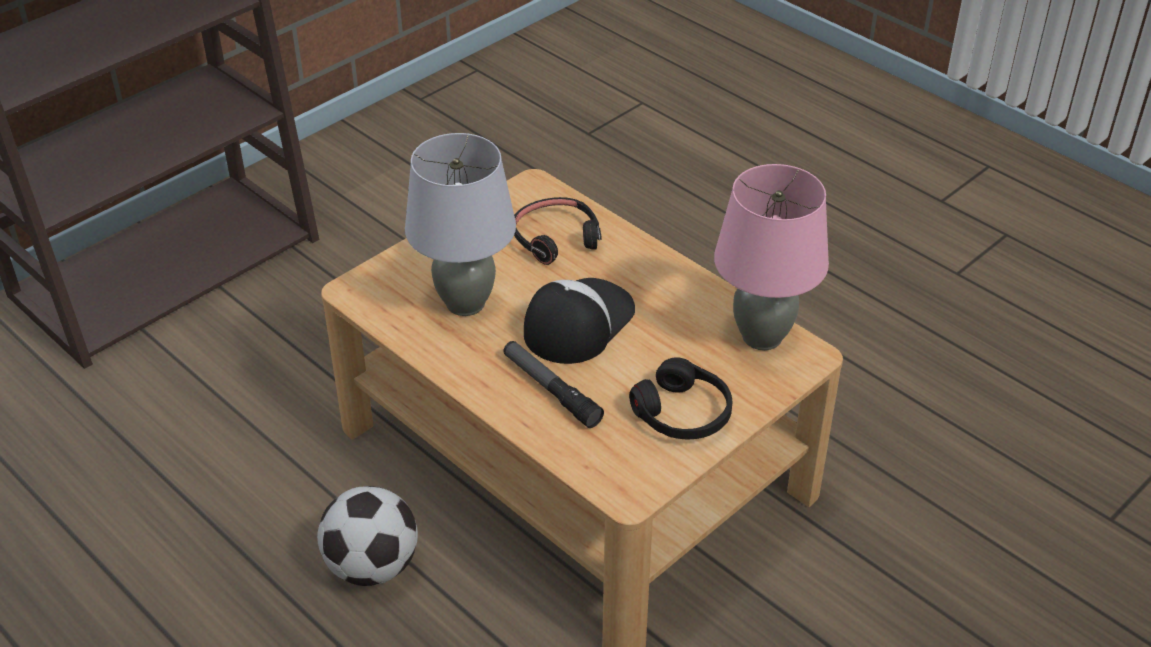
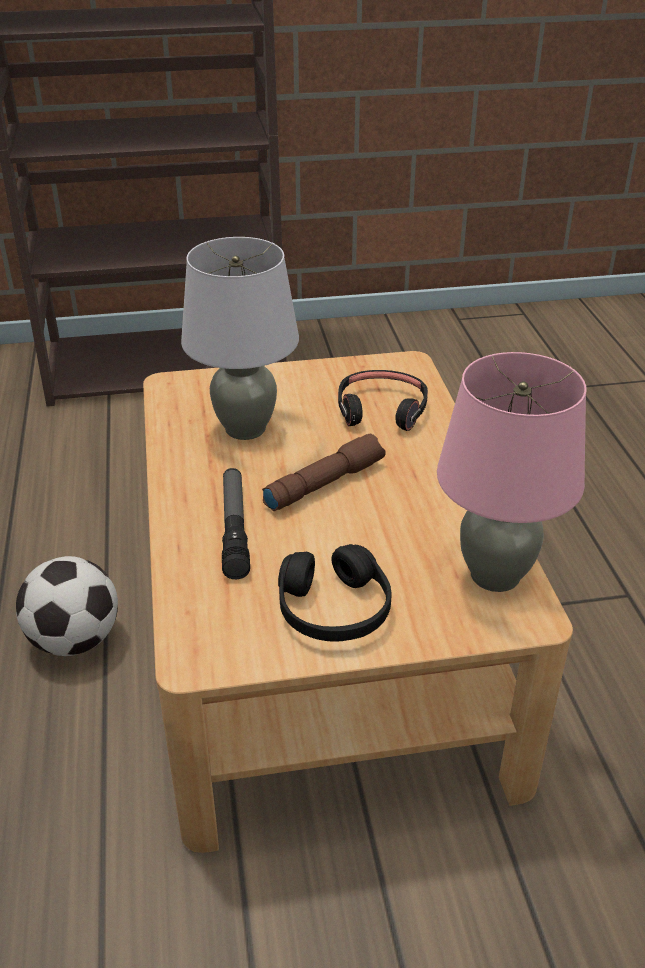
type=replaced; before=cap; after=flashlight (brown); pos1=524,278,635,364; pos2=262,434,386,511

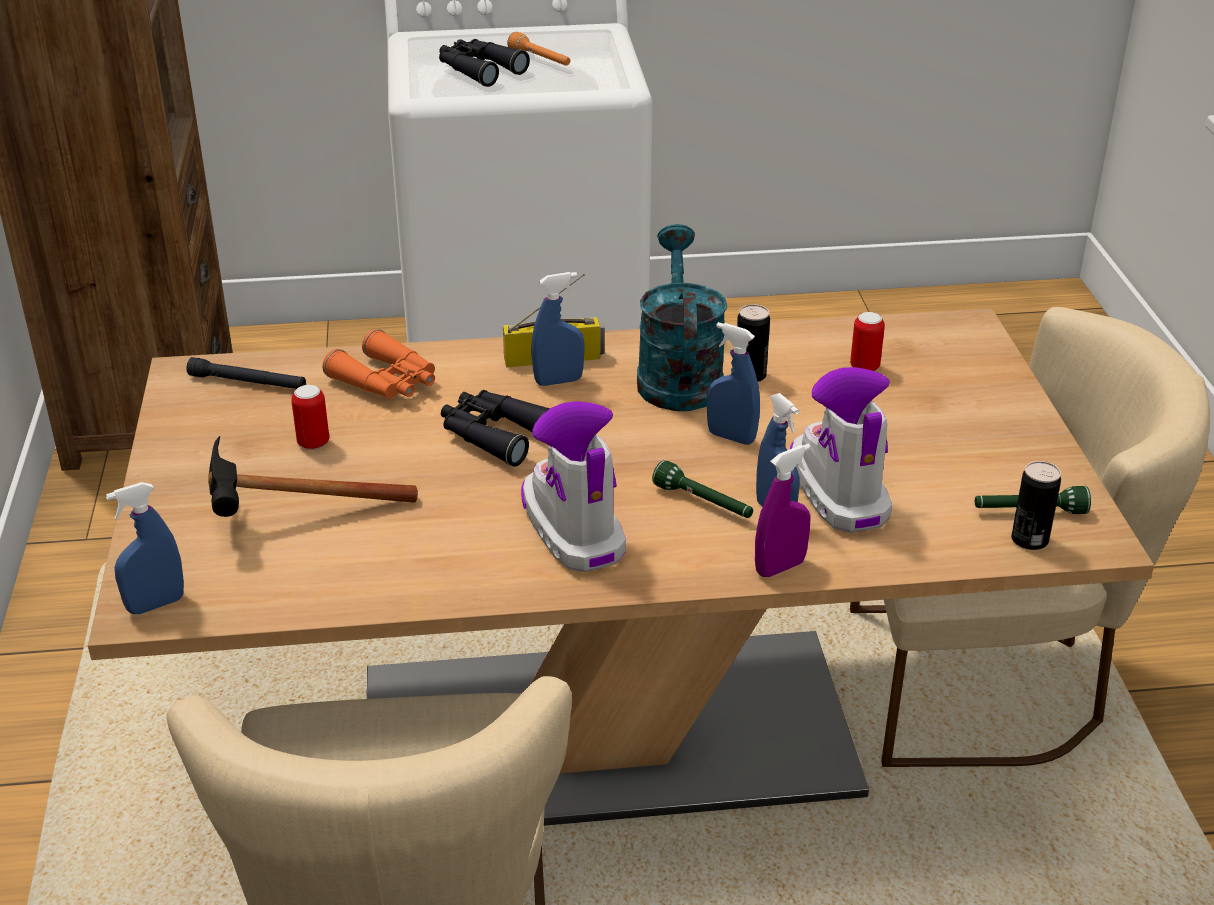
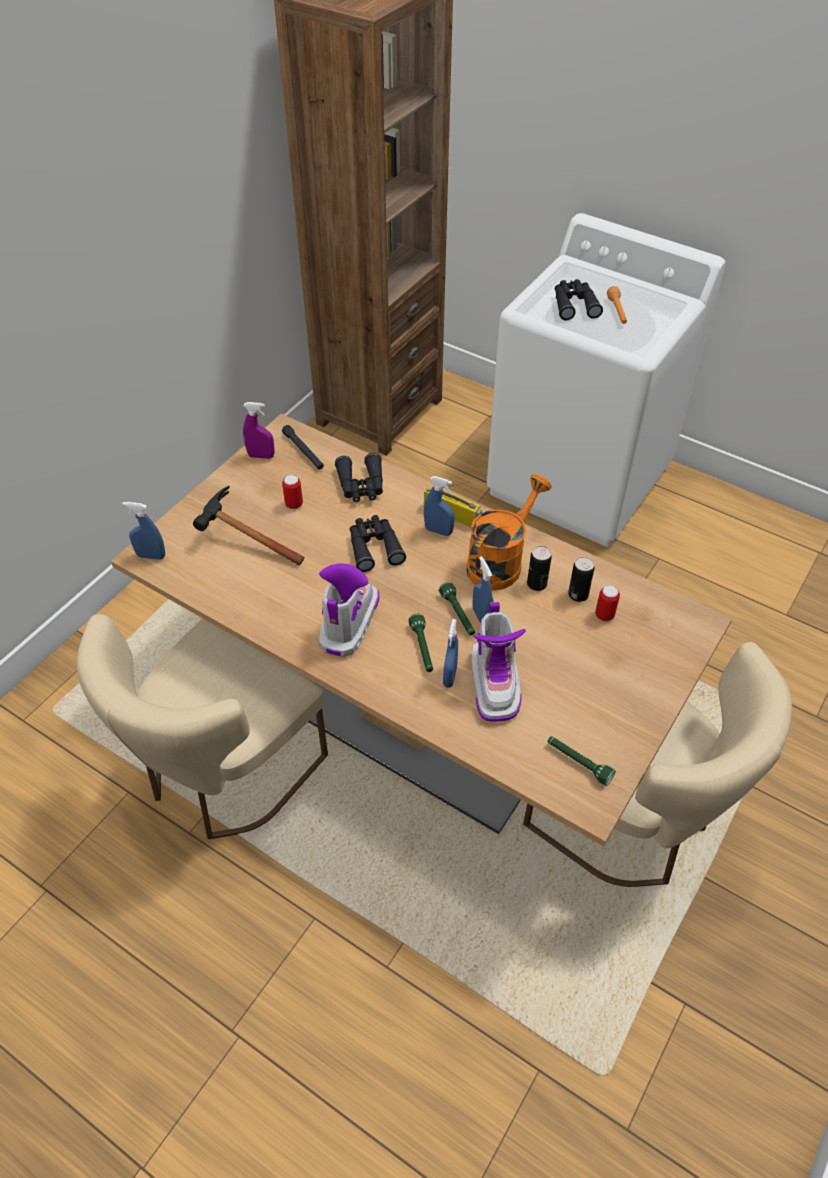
type=recoloured; before=binoculars (orange); after=binoculars (black); pos1=323,329,435,399; pos2=335,453,383,502
type=recoloured; before=watering can (turquoise); after=watering can (orange); pos1=637,224,727,411; pos2=466,474,552,590
type=moved; before=spray bottle (purple); pos1=755,444,811,577; pos2=243,402,274,459
type=turned; before=boot; pos1=790,367,892,533; pos2=471,602,526,722; turn=150
type=moved; before=can; pos1=1011,461,1061,550; pos2=568,556,595,602
type=added; after=flashlight (green); pos2=439,582,475,635

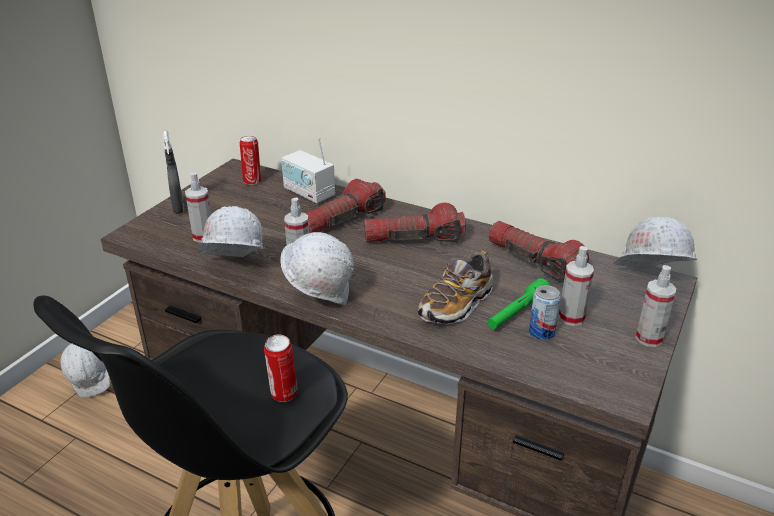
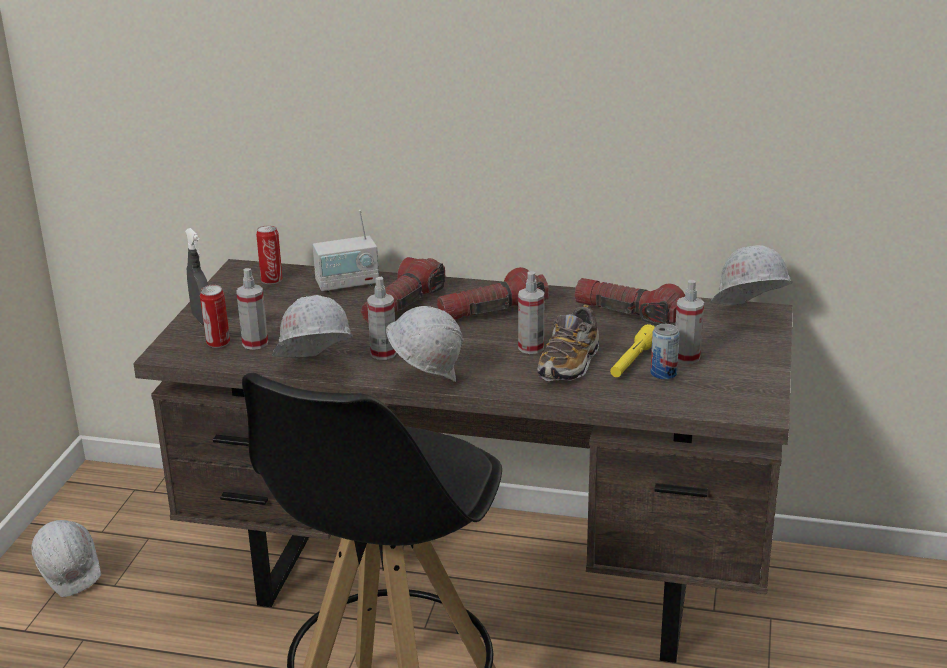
type=moved; before=can; pos1=264,335,298,402; pos2=200,285,230,348
type=turned; before=radio; pos1=281,138,335,204; pos2=313,210,379,292; turn=-45
type=recoloured; before=flashlight (green); after=flashlight (yellow); pos1=488,278,550,329; pos2=610,324,655,377
type=moved; before=spray bottle; pos1=635,265,676,347; pos2=518,271,545,354

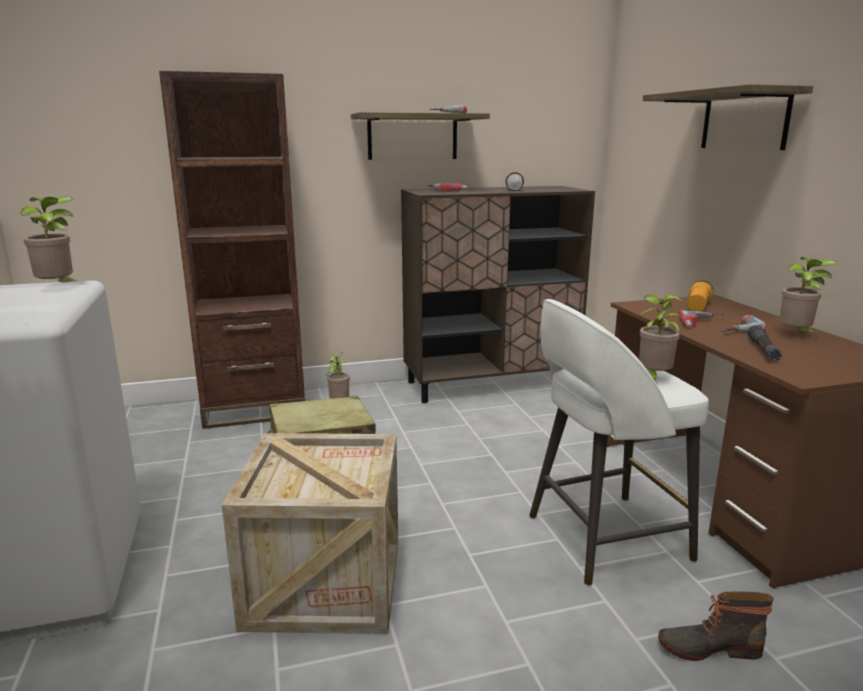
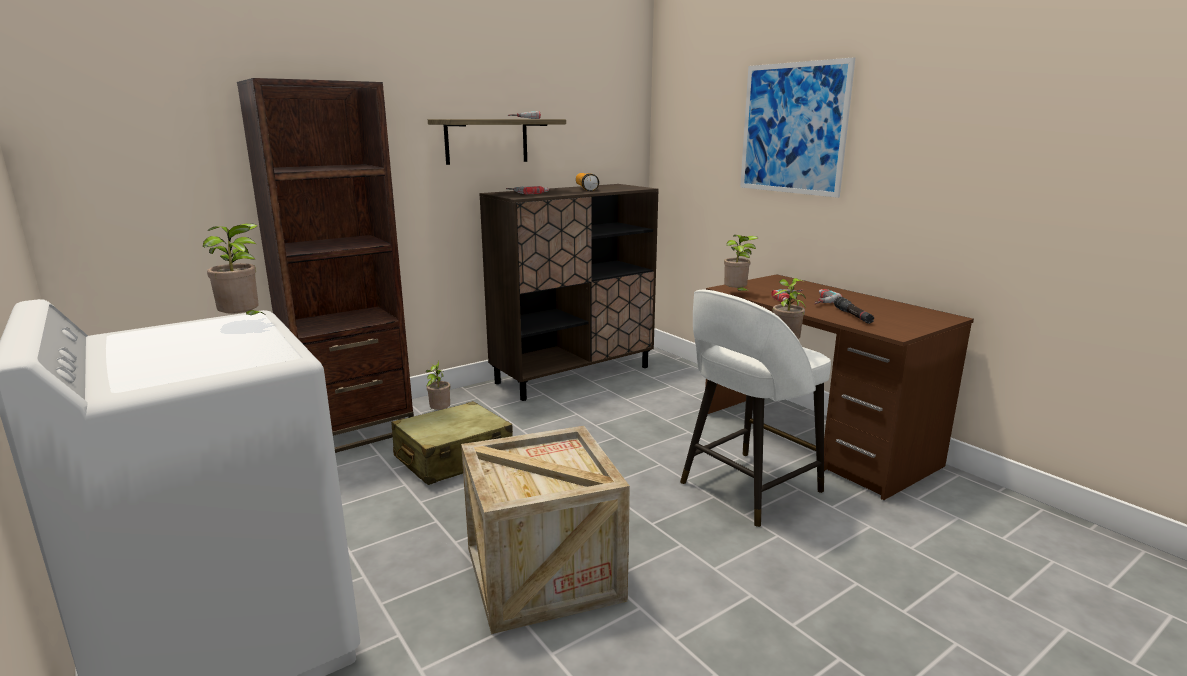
type=replaced; before=shelf; after=picture; pos1=643,84,813,150; pos2=740,57,855,198
type=removed; before=boot; pos1=658,592,774,661
type=removed; before=flashlight; pos1=687,280,713,311
type=moved; before=potted plant; pos1=779,257,837,338; pos2=724,235,758,293

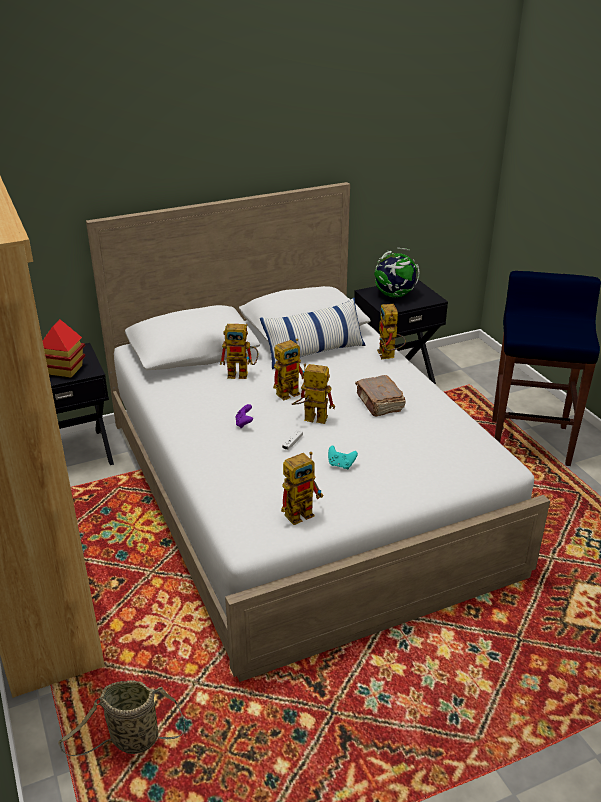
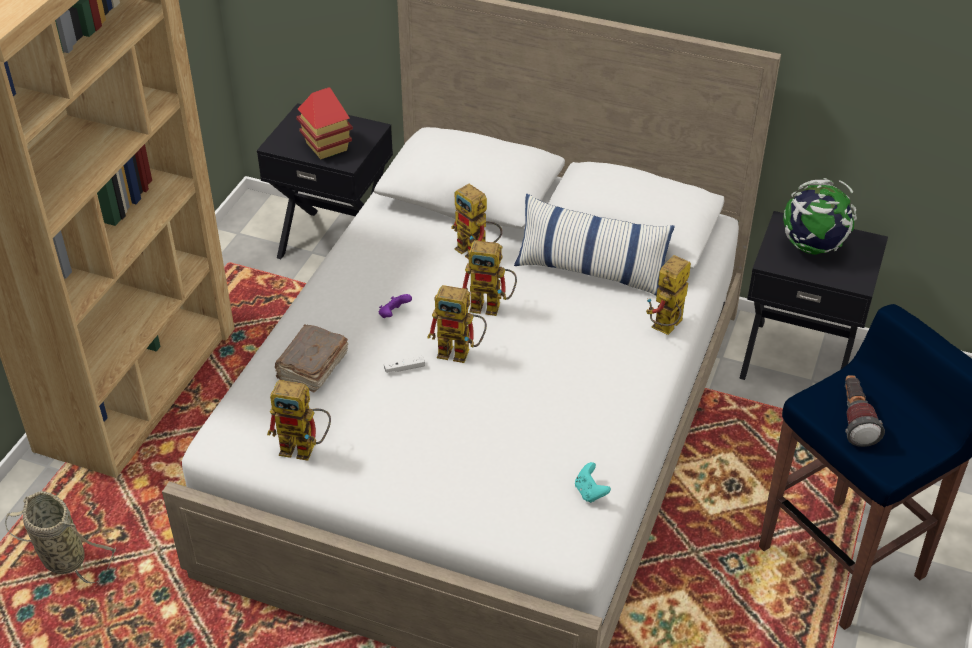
type=turned; before=toy robot; pos1=291,364,335,424; pos2=427,285,487,363; turn=135
type=moved; before=game controller (turquoise); pos1=328,445,358,469; pos2=575,462,611,503
type=moved; before=book (brown); pos1=355,375,406,416; pos2=275,324,348,392
type=added; after=flashlight; pos2=845,375,885,447

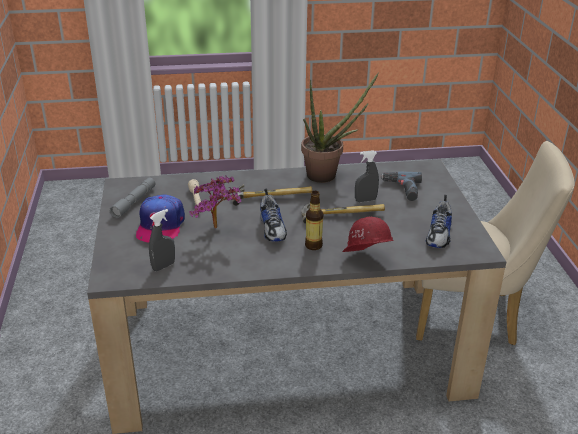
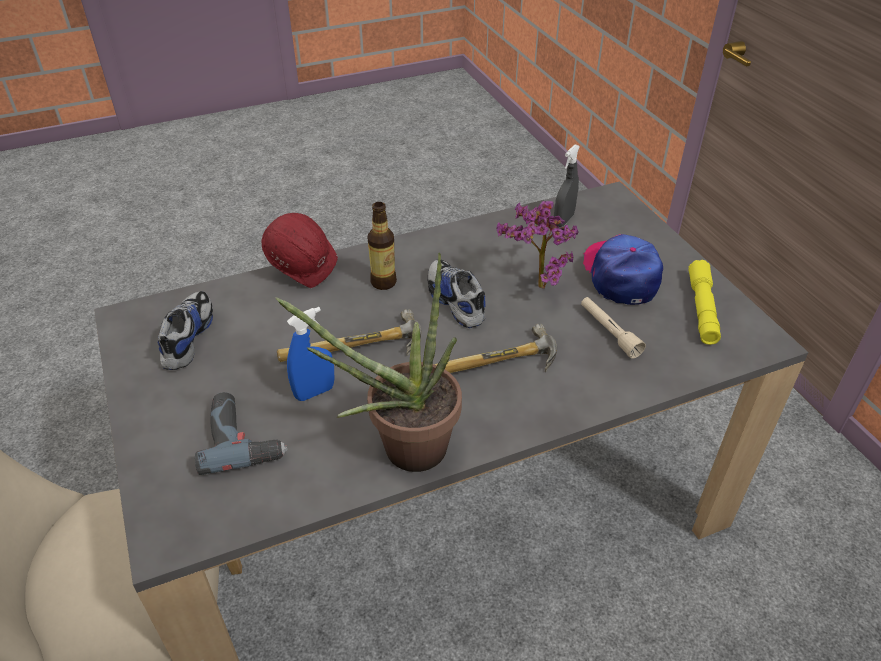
type=recoloured; before=flashlight (grey); after=flashlight (yellow); pos1=110,178,156,218; pos2=689,260,721,345
type=recoloured; before=spray bottle (grey); after=spray bottle (blue); pos1=355,150,379,202; pos2=287,307,334,401

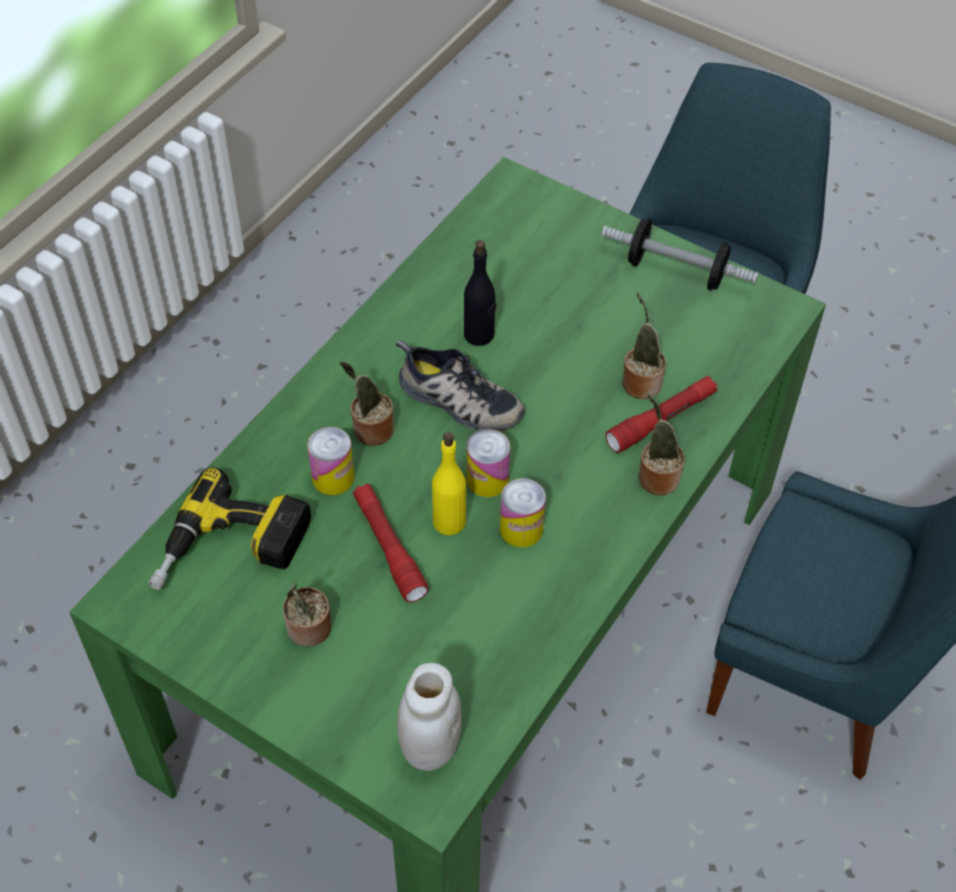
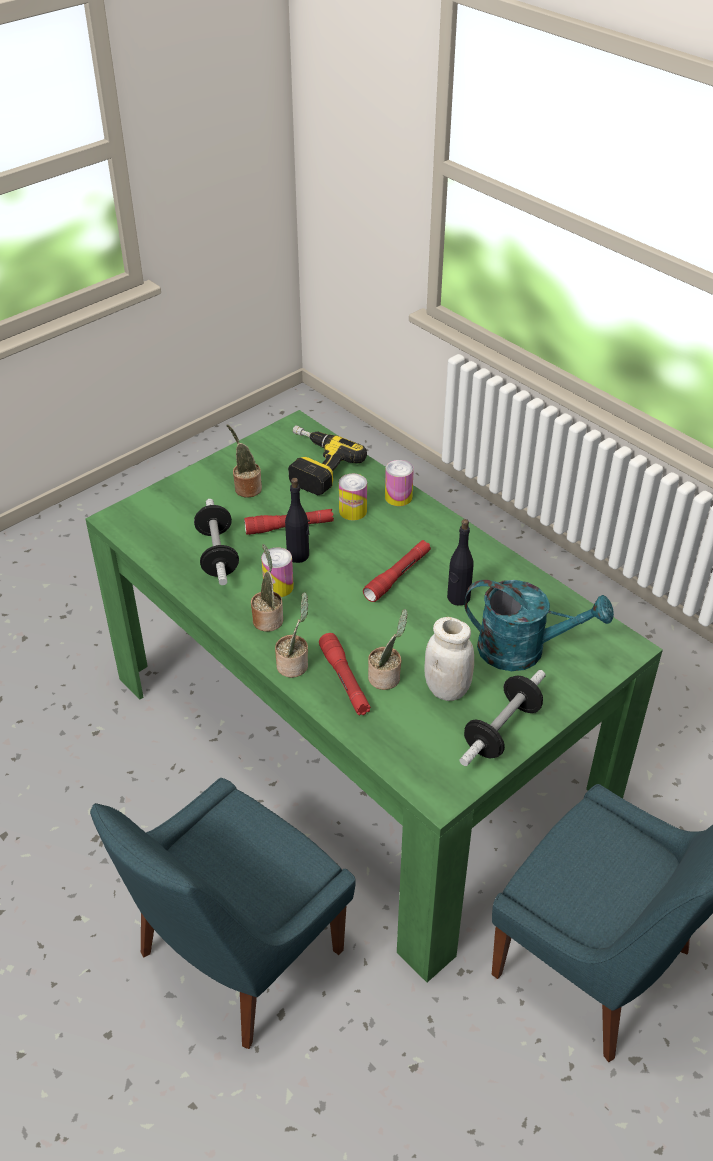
type=moved; before=potted plant; pos1=340,361,394,446; pos2=251,544,283,632
type=replaced; before=shoe; after=flashlight (red); pos1=395,340,525,432; pos2=363,540,431,602
type=moved; before=jar (white); pos1=397,663,462,771; pos2=424,617,474,701
type=recoloured; before=bottle (yellow); after=bottle (black); pos1=432,432,466,535; pos2=285,478,309,563
type=moved; before=can; pos1=467,429,510,497; pos2=385,460,414,506
type=added; after=dumbbell; pos2=194,499,239,585
type=added; after=watering can (turquoise); pos2=464,580,614,671

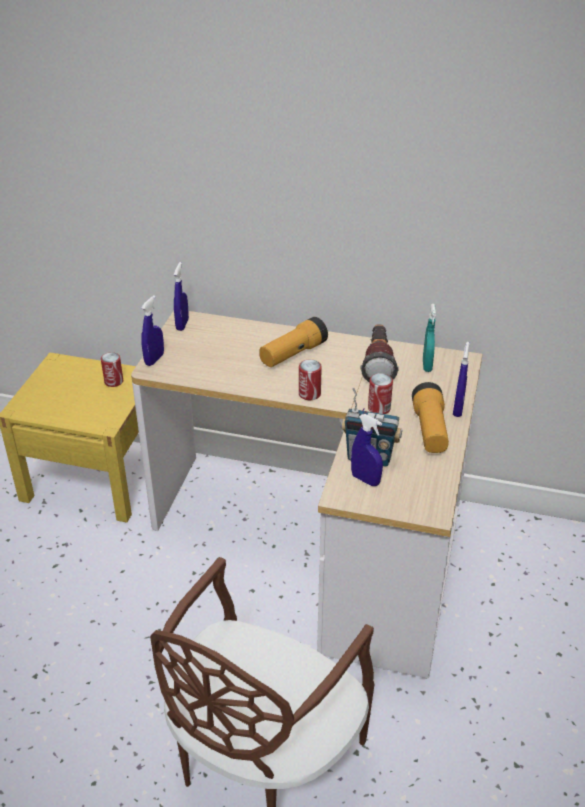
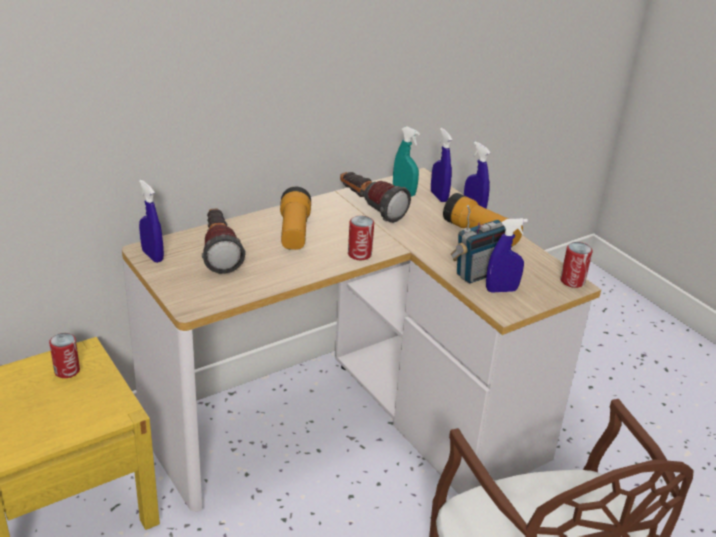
type=moved; before=spray bottle (blue); pos1=141,295,164,366; pos2=431,128,452,202
type=moved; before=can; pos1=368,373,393,414; pos2=560,242,593,288
type=added; after=flashlight; pos2=202,209,246,274

